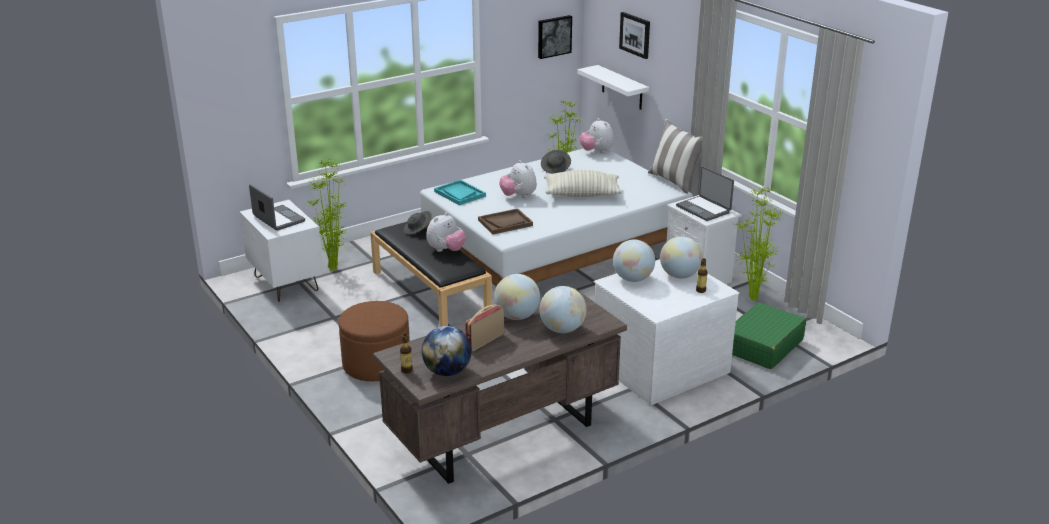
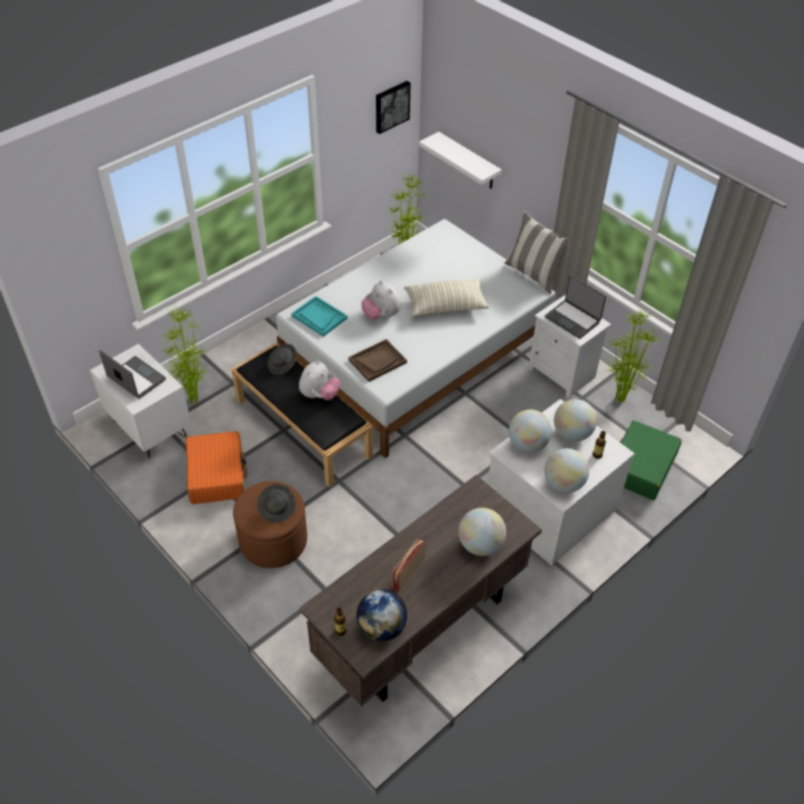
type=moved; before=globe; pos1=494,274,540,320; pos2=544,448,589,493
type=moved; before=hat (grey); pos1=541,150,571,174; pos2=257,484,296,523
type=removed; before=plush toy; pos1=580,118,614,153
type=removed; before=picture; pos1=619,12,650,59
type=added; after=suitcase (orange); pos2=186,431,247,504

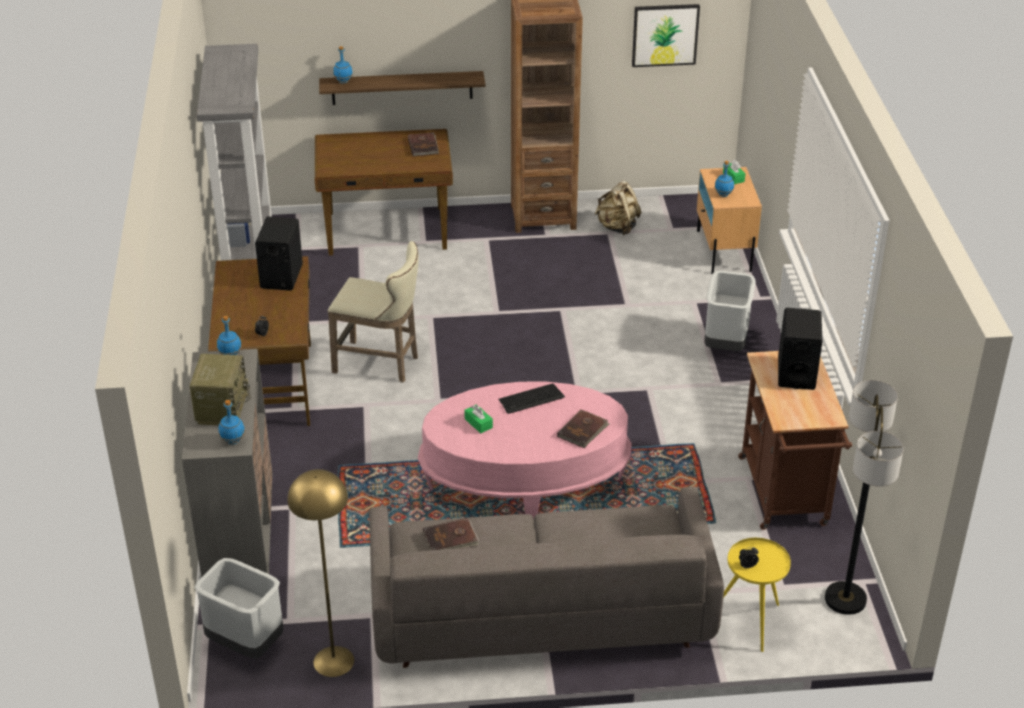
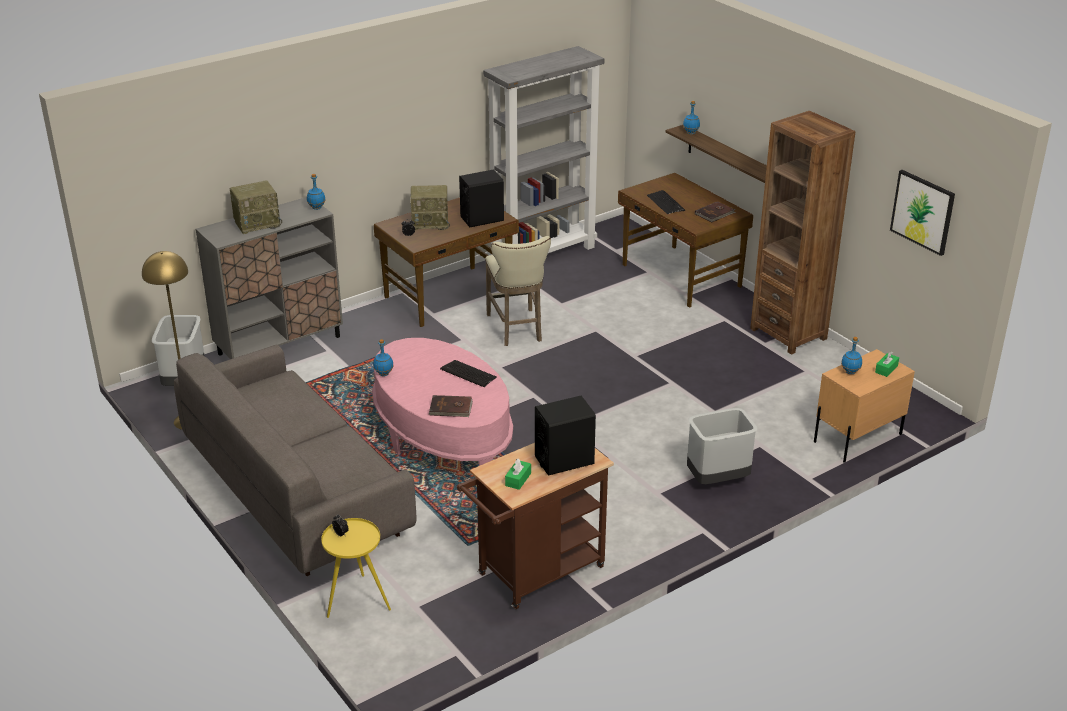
type=moved; before=bottle (blue); pos1=218,400,245,445; pos2=373,339,394,376
type=removed; before=book (brown); pos1=423,518,479,550
type=moved; before=tissue box (green); pos1=464,404,493,433; pos2=505,459,531,490
type=removed; before=backpack (beige); pos1=594,180,641,235
type=removed; before=floor lamp; pos1=825,380,904,615
type=added; after=radio; pos2=411,185,450,230
type=added; after=keyboard; pos2=647,190,685,214

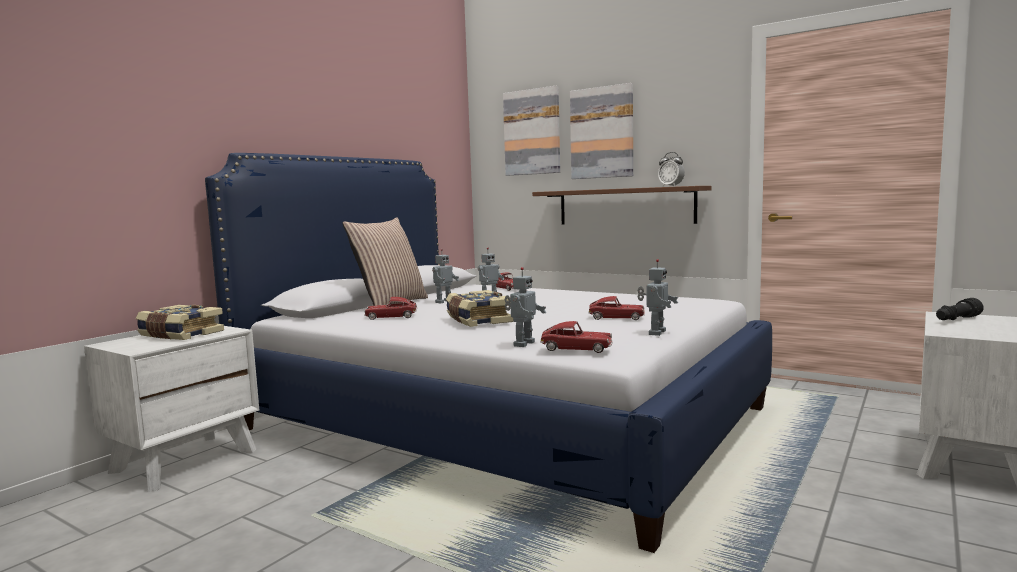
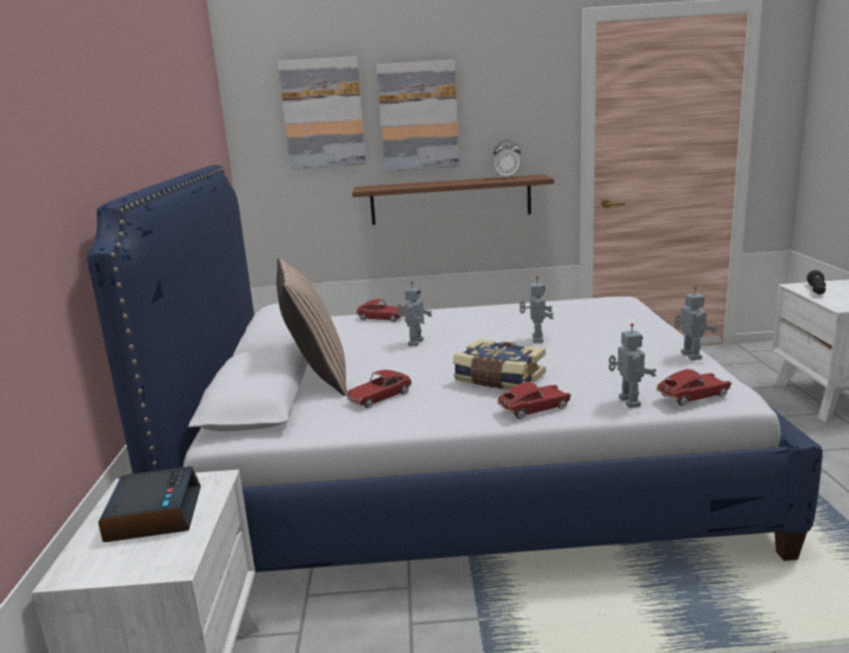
type=replaced; before=book; after=alarm clock; pos1=136,305,224,340; pos2=98,466,201,542
type=moved; before=toy robot; pos1=432,249,459,303; pos2=519,277,554,343
type=moved; before=toy car; pos1=588,296,645,320; pos2=497,382,571,419

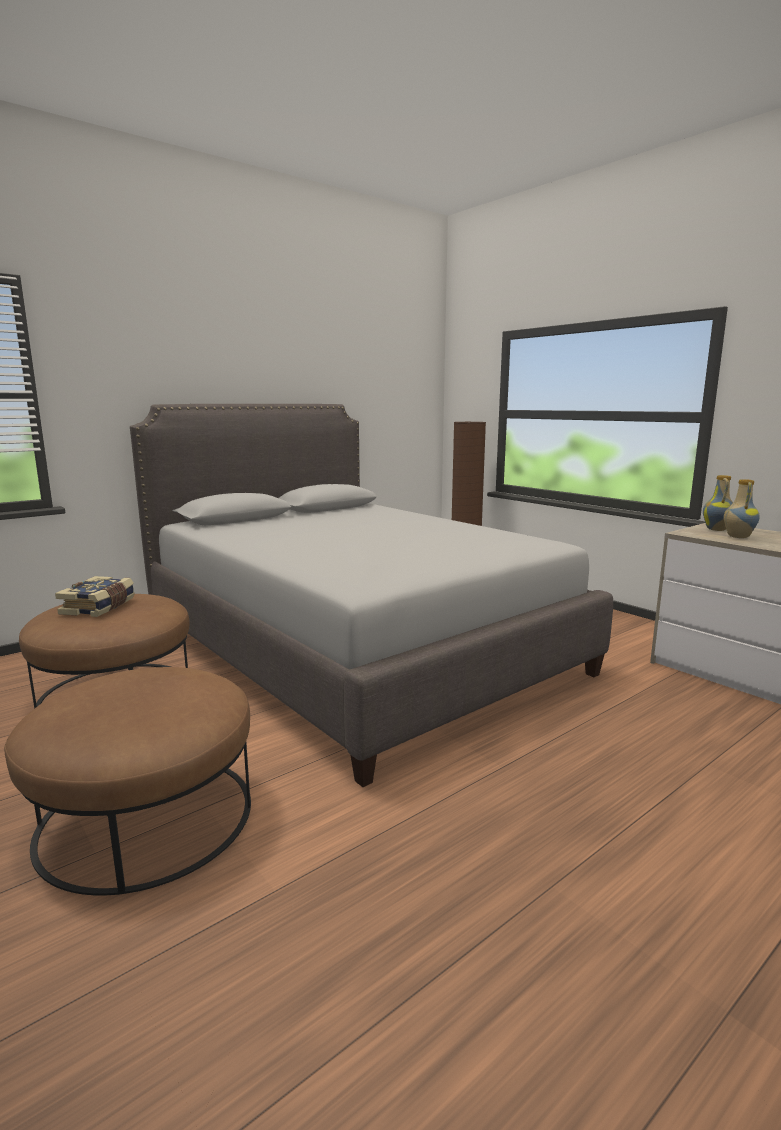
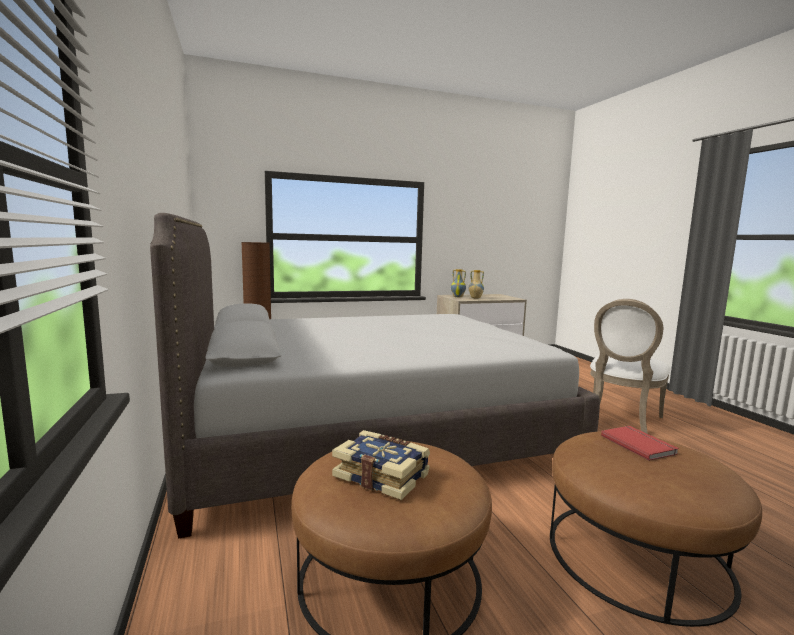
type=added; after=chair (white); pos2=590,299,671,434
type=added; after=book (red); pos2=601,426,679,461

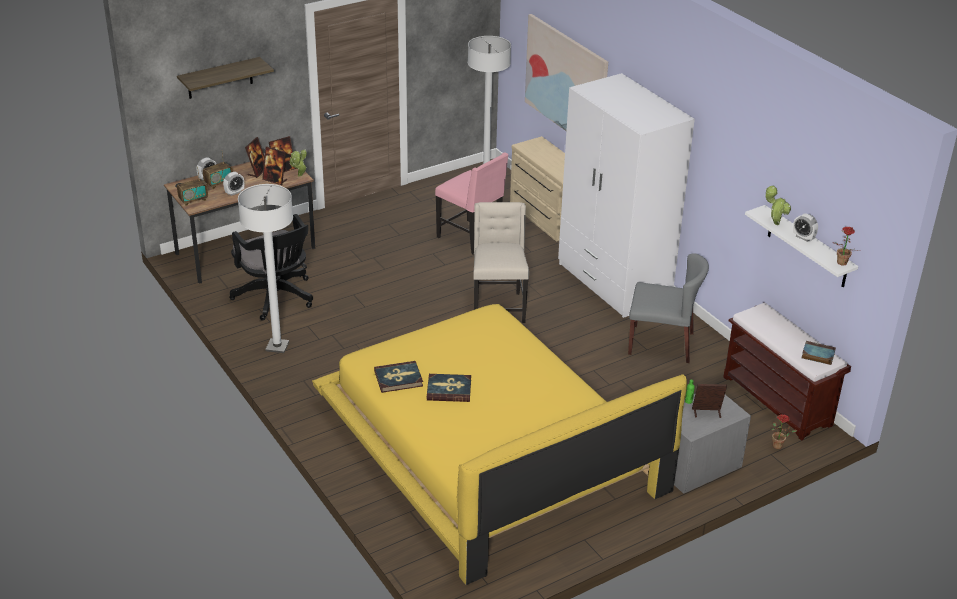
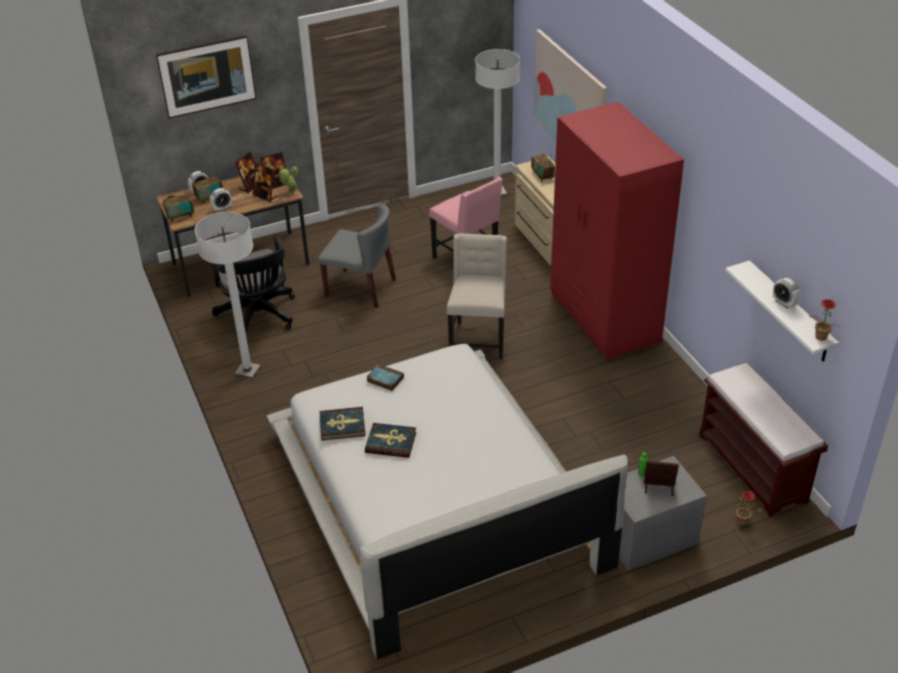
type=replaced; before=shelf; after=picture; pos1=177,57,274,99; pos2=156,36,256,119
type=recoloured; before=bed (yellow); after=bed (white); pos1=312,304,687,585; pos2=266,344,628,660
type=recoloured; before=wardrobe (white); after=wardrobe (red); pos1=558,73,695,318; pos2=550,102,684,360
type=moved; before=chair (grey); pos1=628,253,709,363; pos2=318,204,396,308
type=removed; before=potted plant; pos1=765,186,791,225
type=moved; before=book; pos1=802,341,836,365; pos2=367,364,404,391
type=added; after=radio; pos2=531,154,555,182

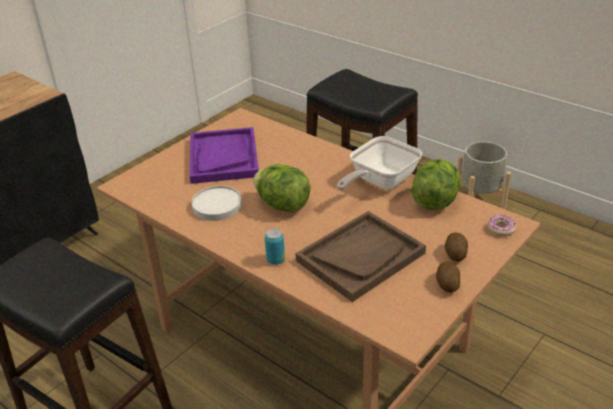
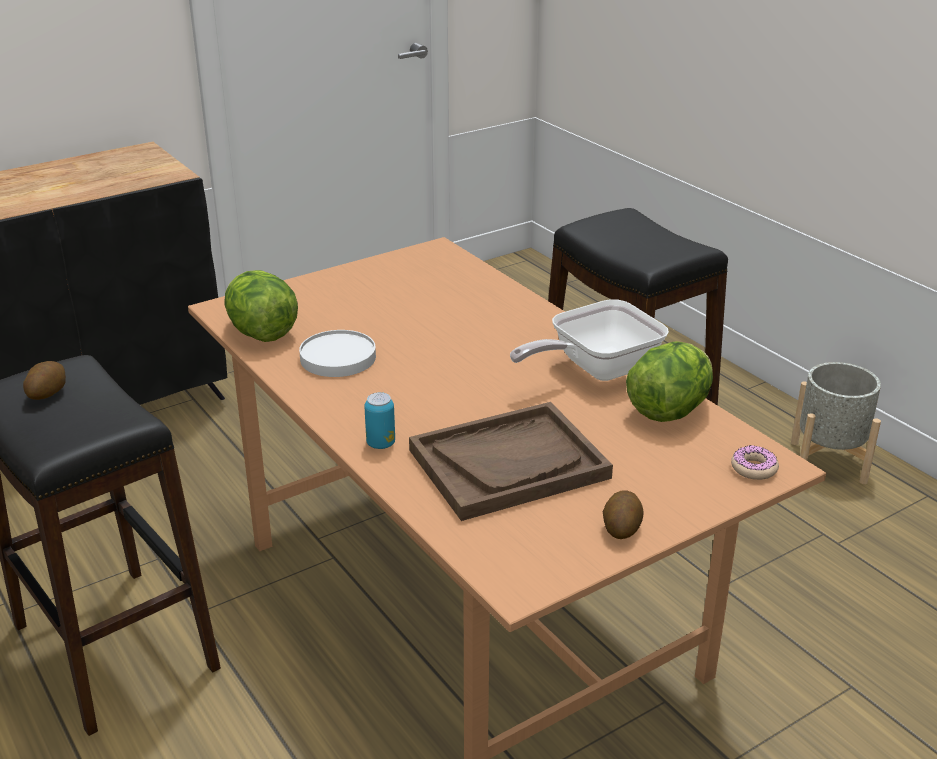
type=removed; before=tray (purple); pos1=190,127,259,184
type=moved; before=lettuce; pos1=253,164,311,212; pos2=224,270,298,342
type=moved; before=potato; pos1=445,232,468,261; pos2=23,361,66,400

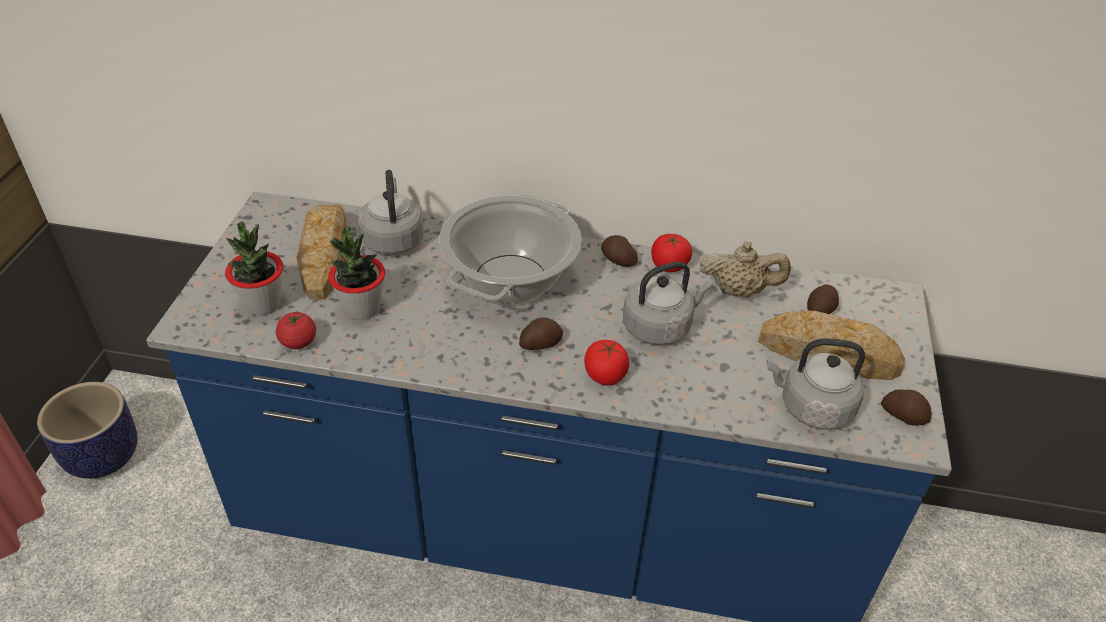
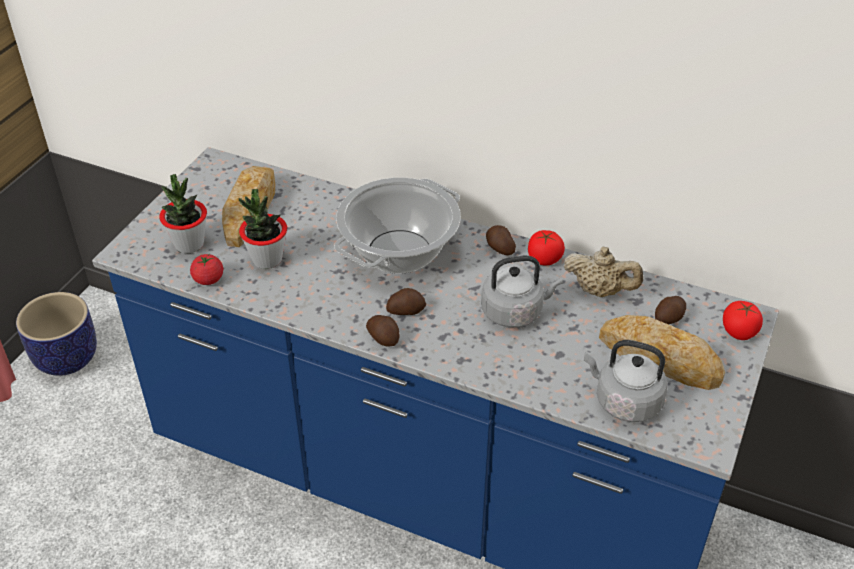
type=removed; before=kettle (grey); pos1=358,170,424,255
type=moved; before=tomato; pos1=584,340,629,386; pos2=723,301,763,340
type=moved; before=potato; pos1=881,390,932,426; pos2=366,315,400,346

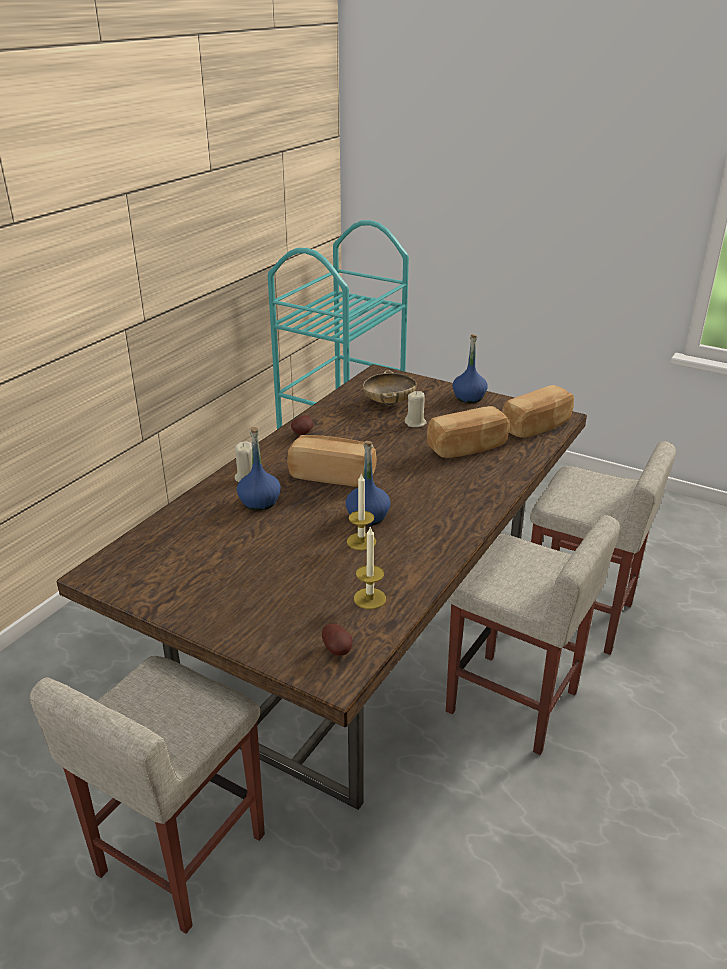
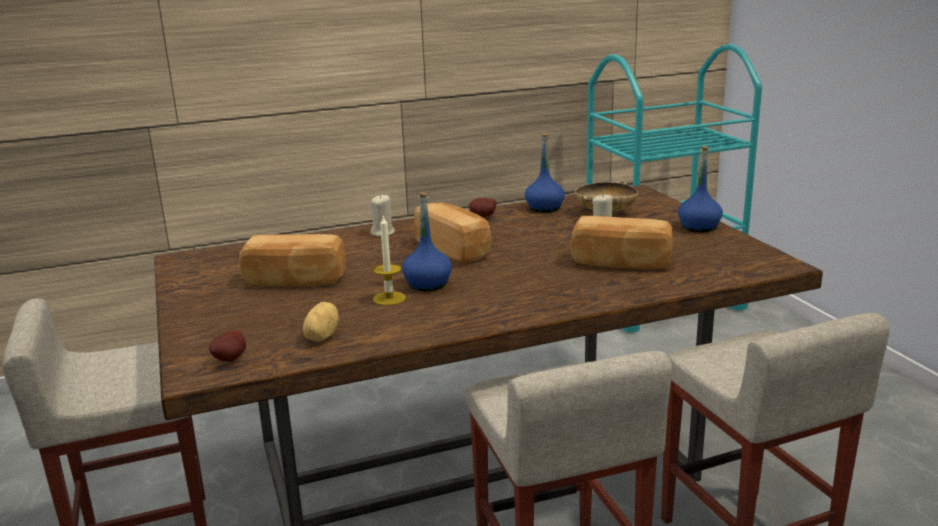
type=moved; before=bottle (blue); pos1=237,427,281,511; pos2=525,133,565,213
type=replaced; before=candle; after=potato; pos1=354,526,386,609; pos2=303,302,339,342
type=moved; before=bread; pos1=502,385,574,438; pos2=239,234,346,286

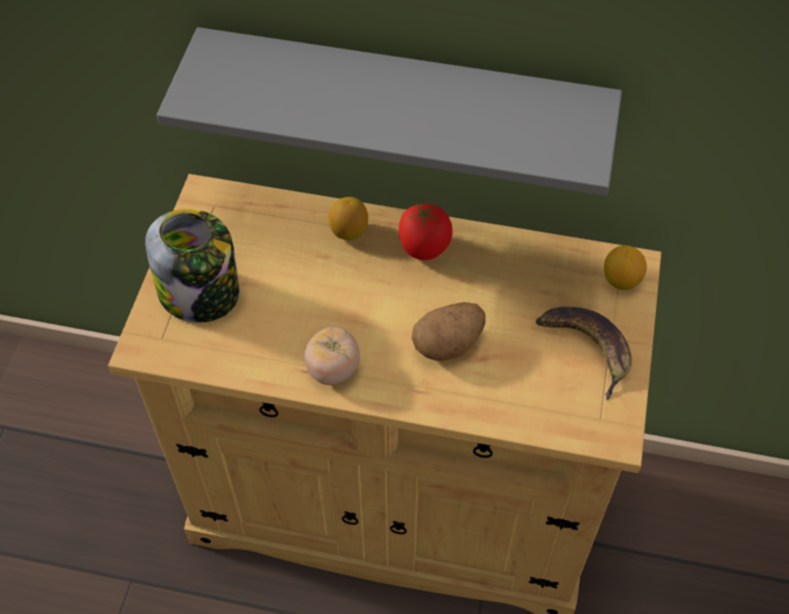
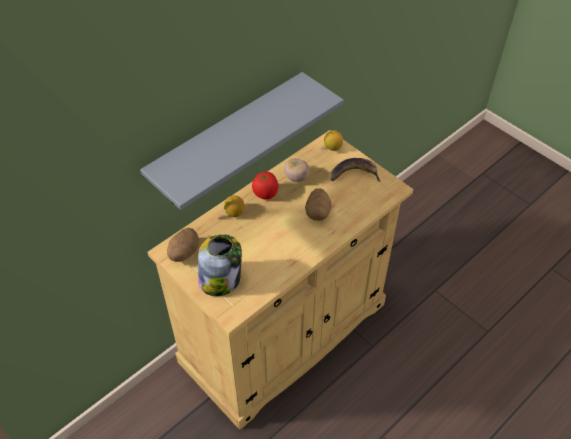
type=moved; before=tomato; pos1=304,327,360,385; pos2=284,158,310,182
type=added; after=potato; pos2=167,228,199,262

